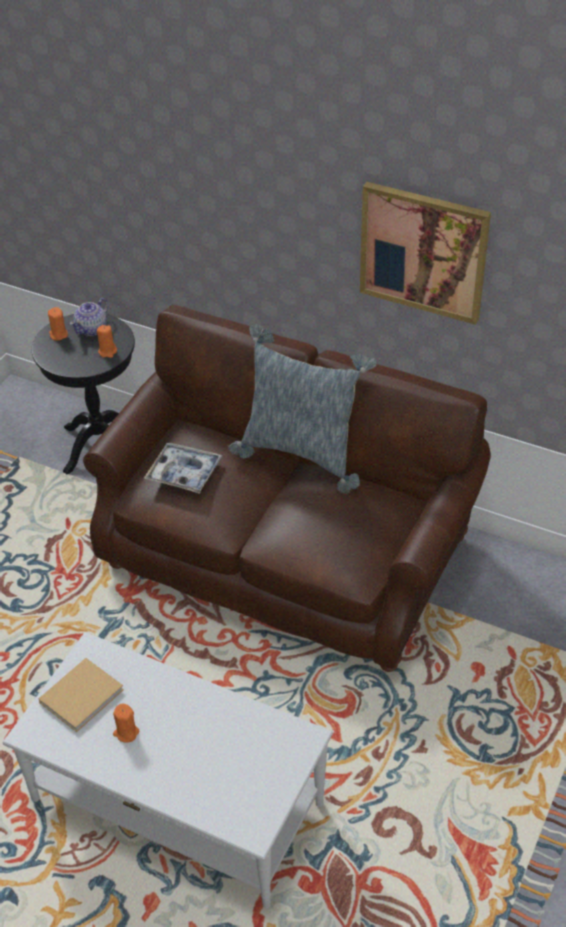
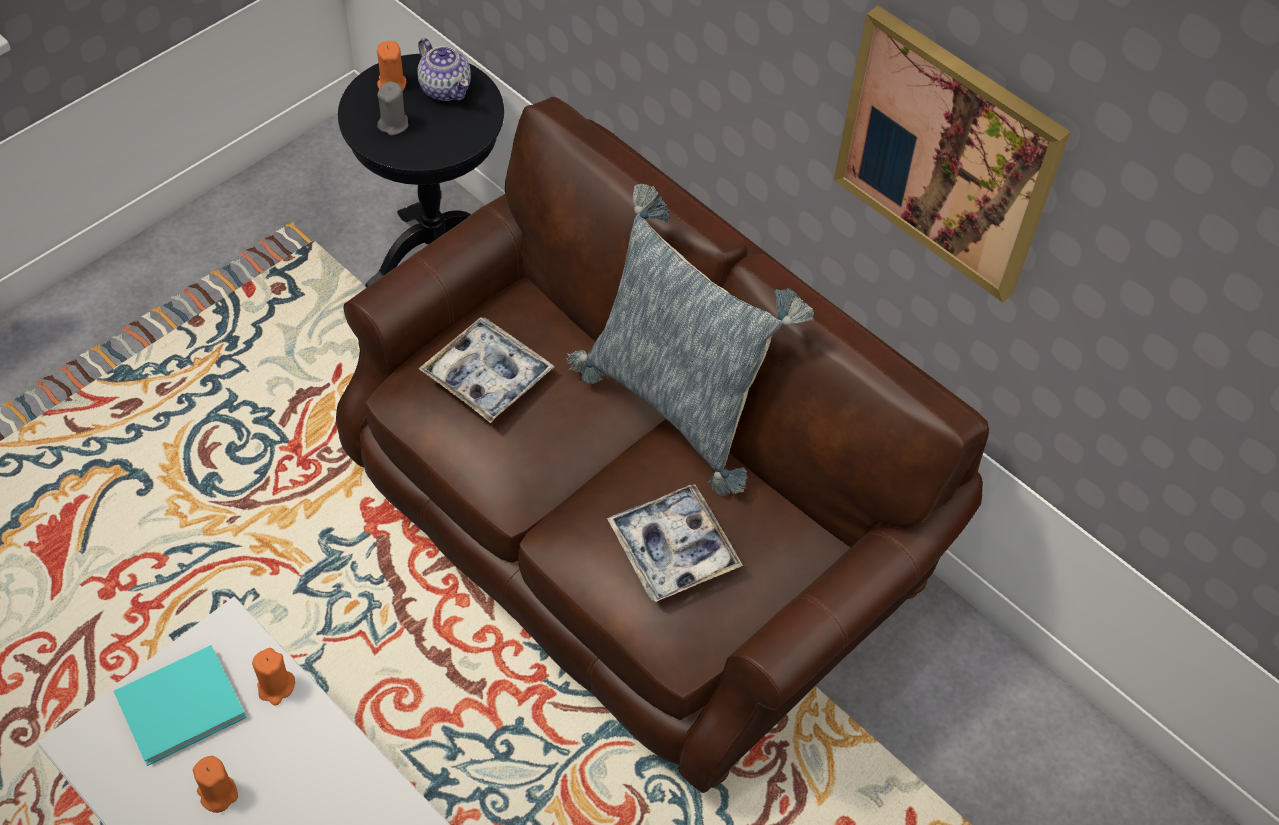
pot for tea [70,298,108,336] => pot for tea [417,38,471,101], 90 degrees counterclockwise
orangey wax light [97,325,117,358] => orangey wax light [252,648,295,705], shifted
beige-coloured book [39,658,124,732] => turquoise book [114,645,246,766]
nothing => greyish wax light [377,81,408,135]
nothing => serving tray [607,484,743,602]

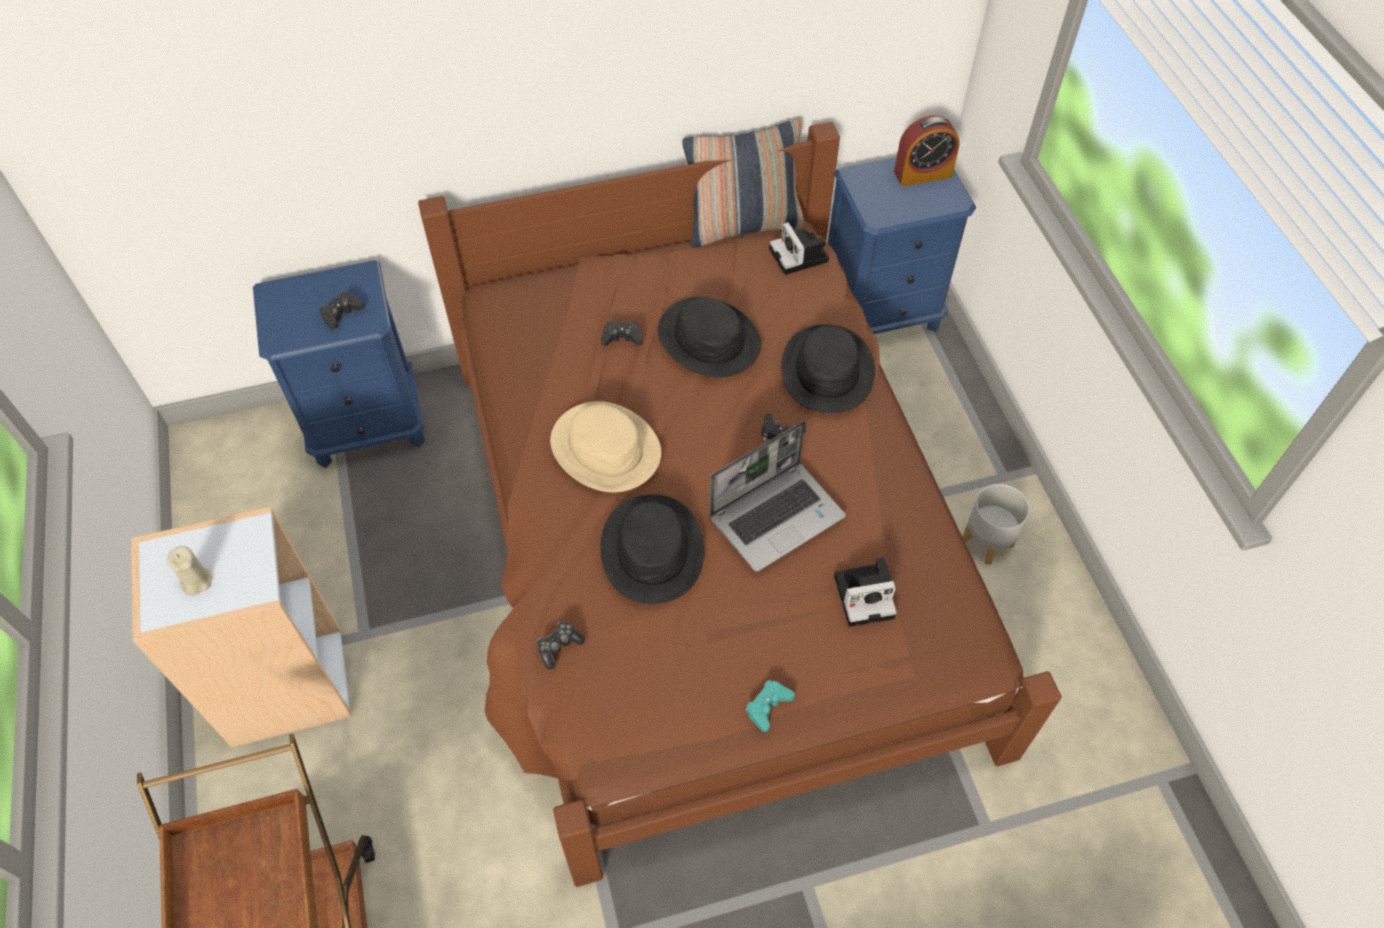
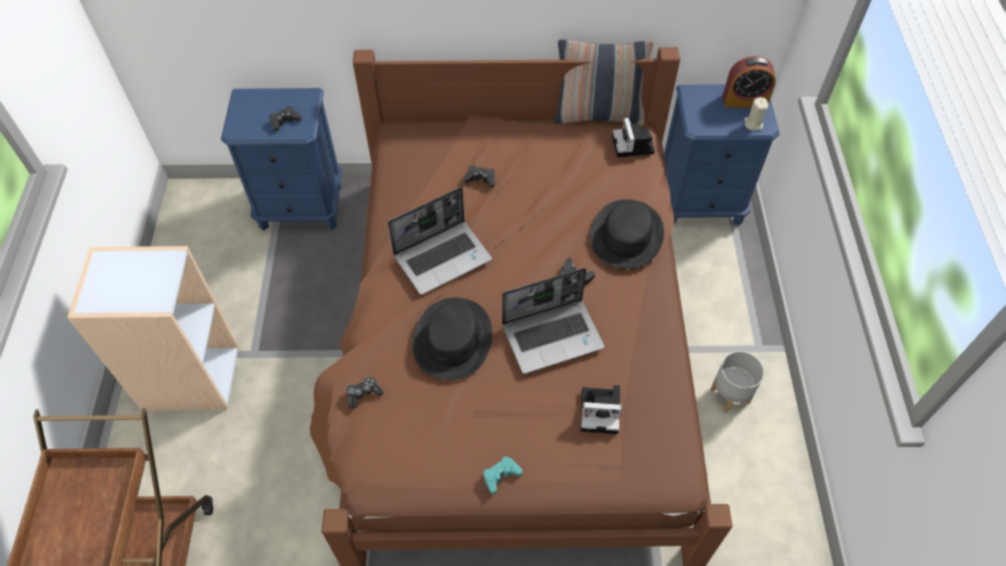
blackish clothing hat [658,297,761,378] => nothing
beige-coloured clothing hat [550,401,661,492] => notebook computer [388,187,492,295]
beige-coloured wax light [167,546,212,595] => beige-coloured wax light [744,97,768,131], shifted

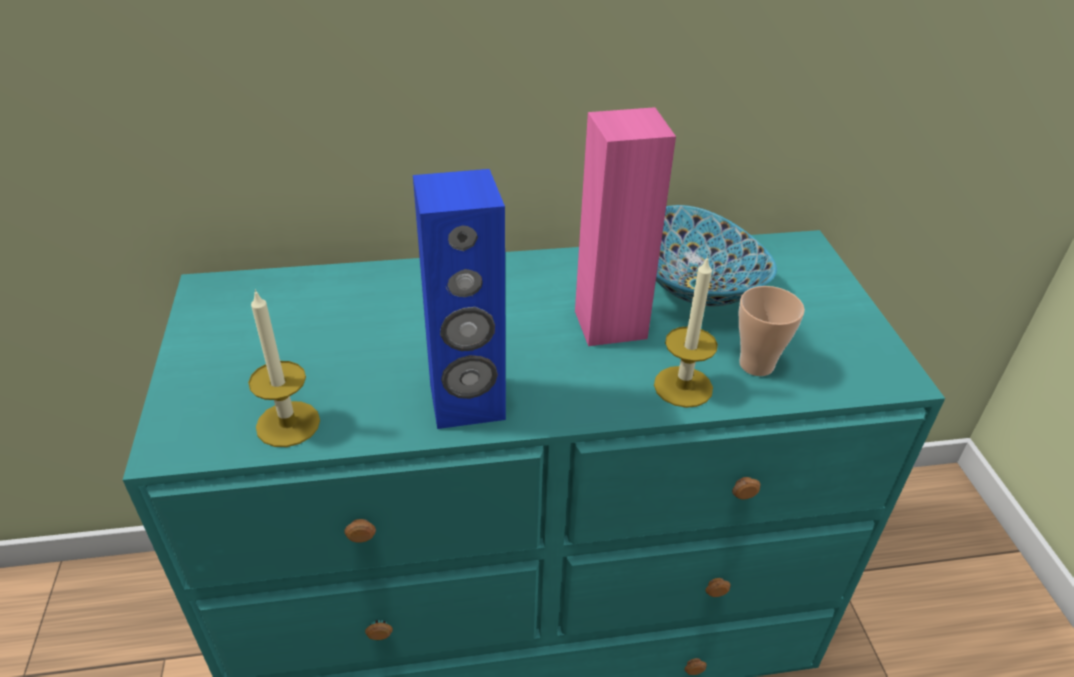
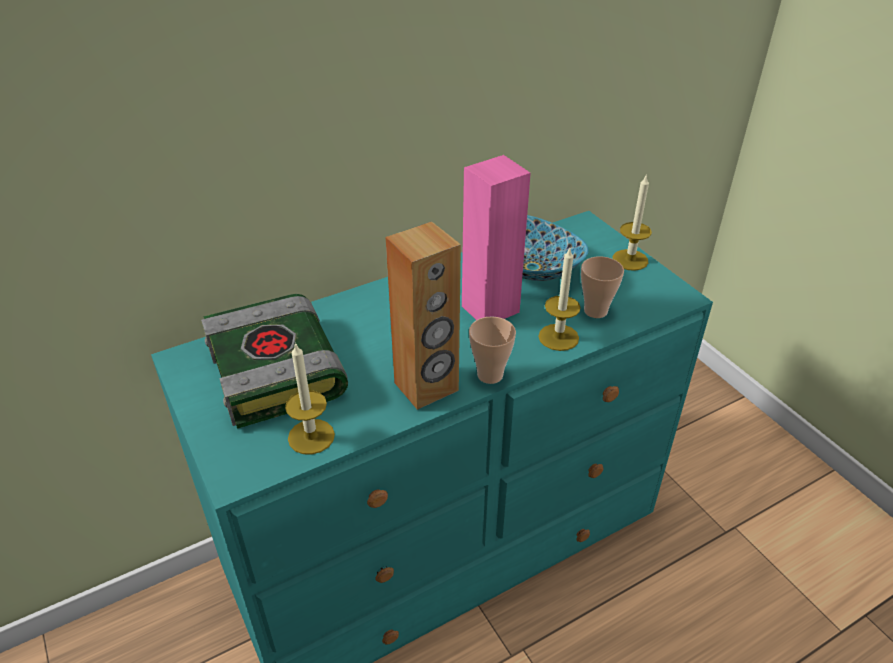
bluish speaker [413,169,506,429] => brown speaker [386,221,461,410]
nothing => wax light [612,174,652,271]
nothing => book [201,294,348,429]
nothing => cup [469,316,516,384]

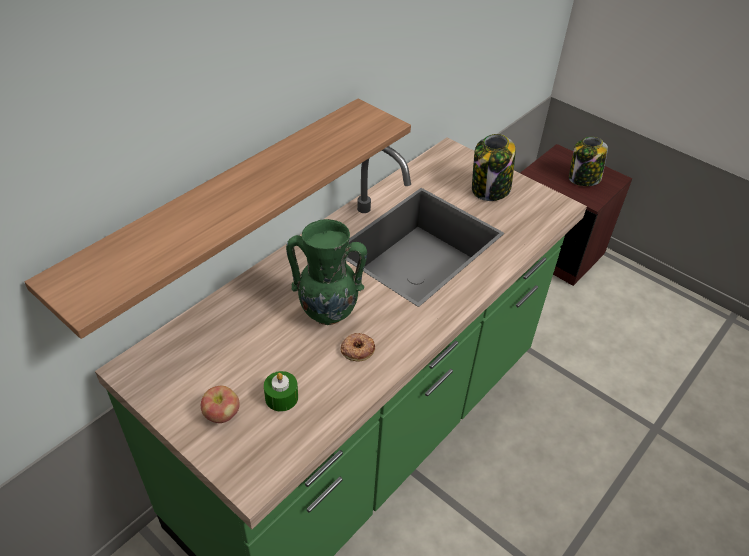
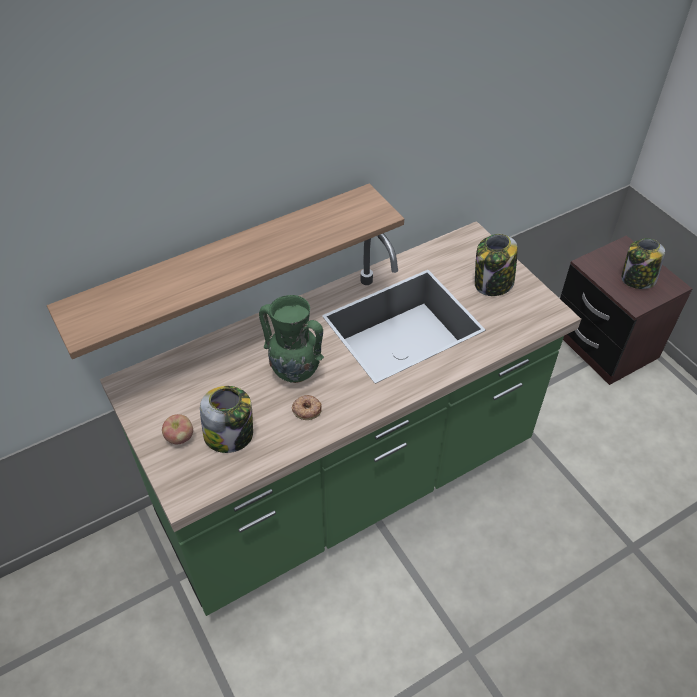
green-coloured wax light [264,371,298,412] => preserve jar [200,386,253,453]

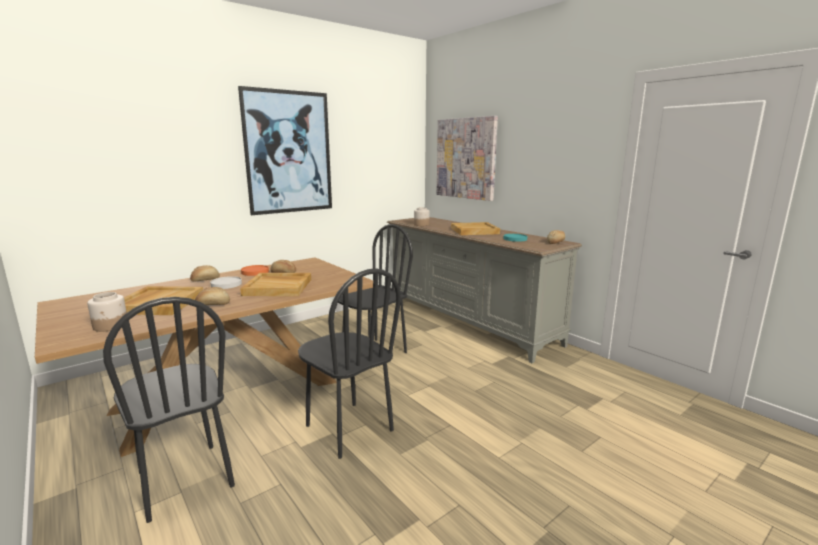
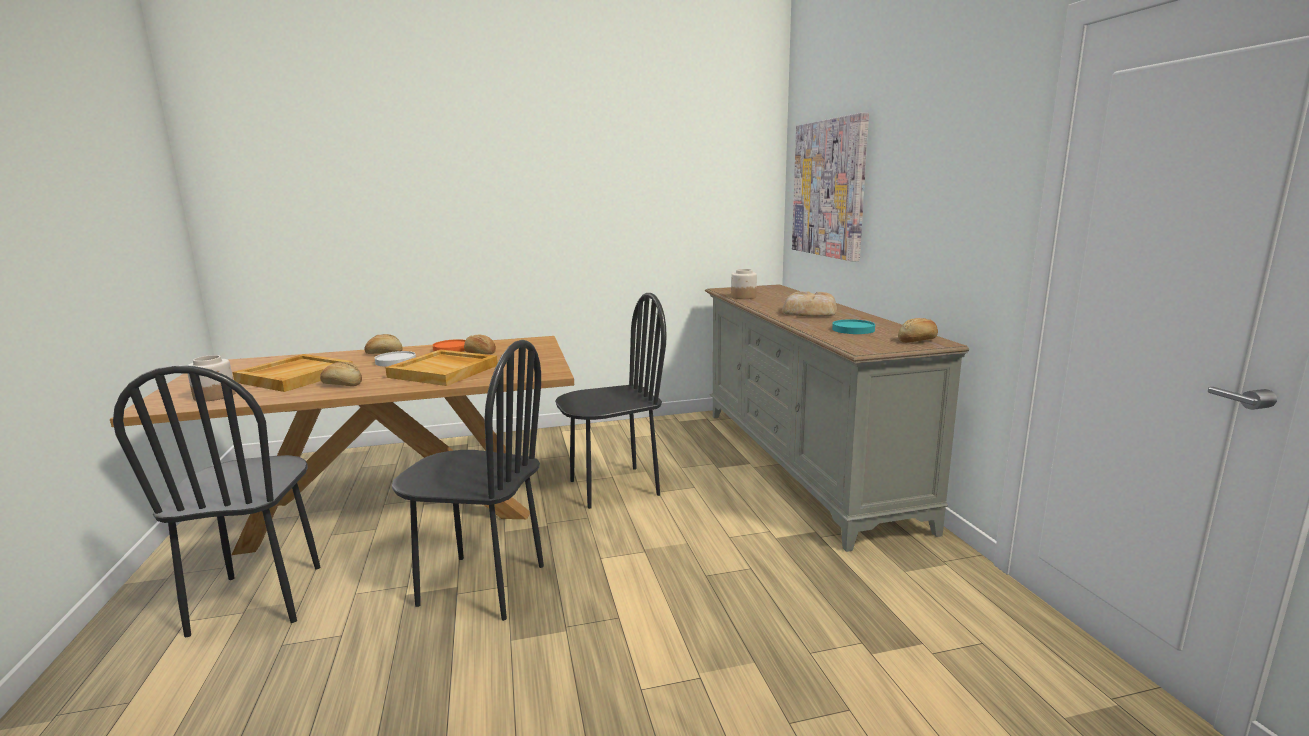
wall picture [238,86,332,215] => nothing
beige-coloured serving tray [451,222,500,235] => bread [782,291,837,317]
blackish upright chair [298,269,401,459] => blackish upright chair [392,340,544,621], 60 degrees counterclockwise

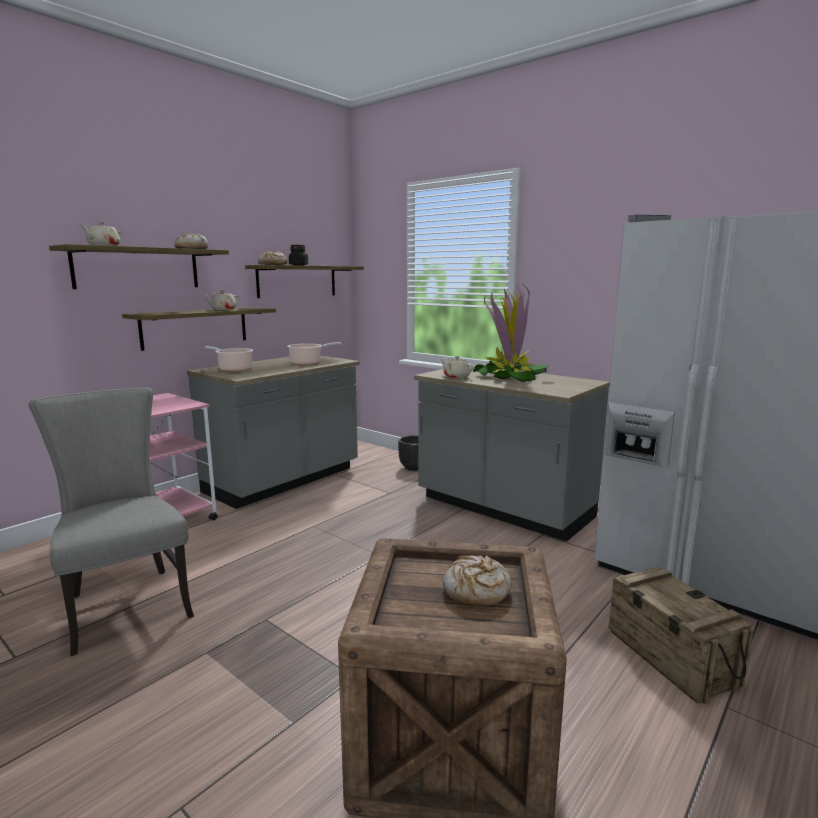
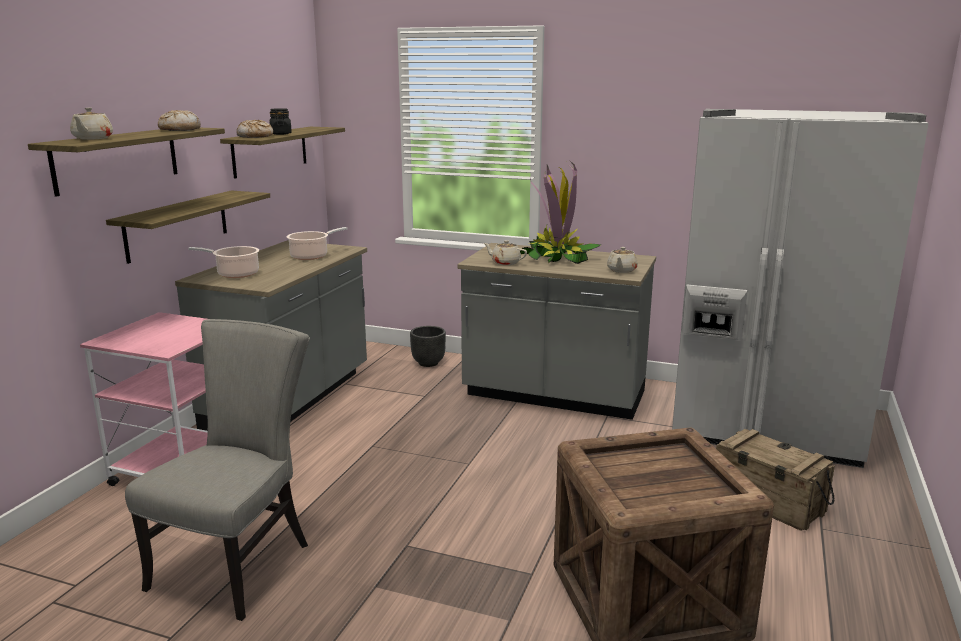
beige-coloured pot for tea [204,290,240,310] => beige-coloured pot for tea [607,247,638,273], shifted
greyish upright chair [28,388,194,656] => greyish upright chair [125,319,310,621], 75 degrees clockwise
bread [443,555,511,606] => nothing

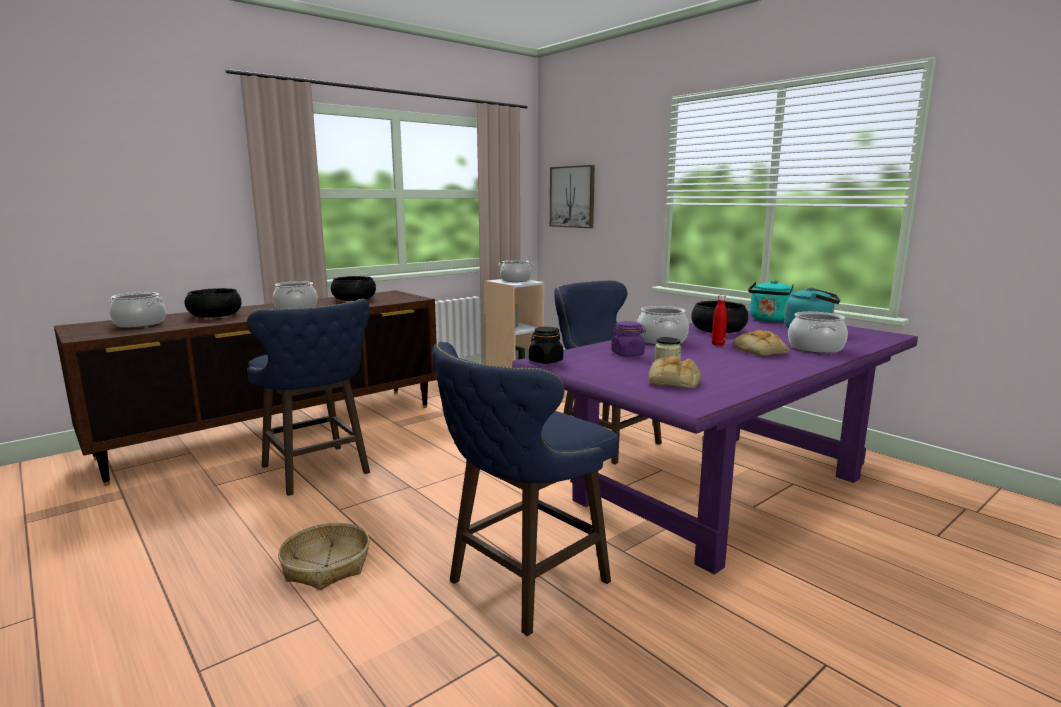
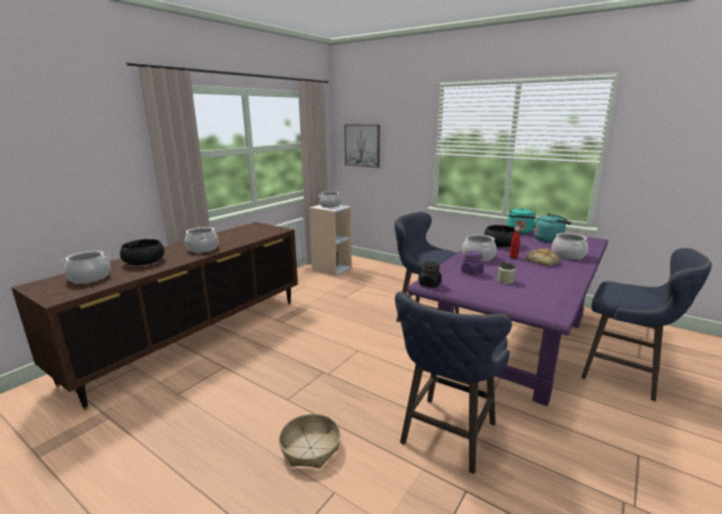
blackish serving bowl [331,276,376,301] => nothing
bluish stool [247,299,370,496] => bluish stool [581,248,712,402], shifted
bread [648,356,701,388] => nothing

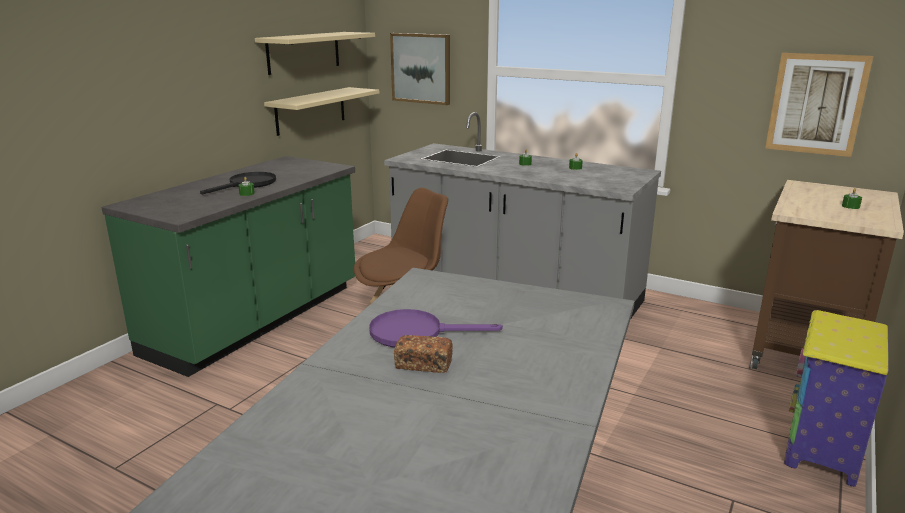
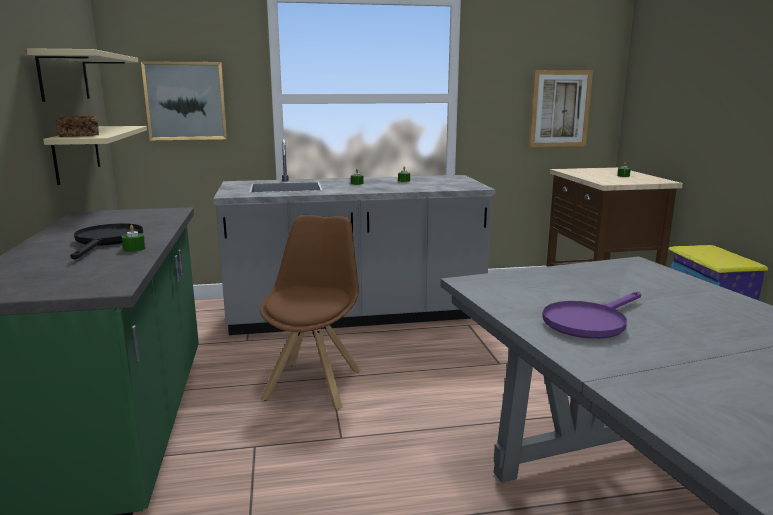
bread [394,335,453,373] => bread [56,116,99,137], shifted

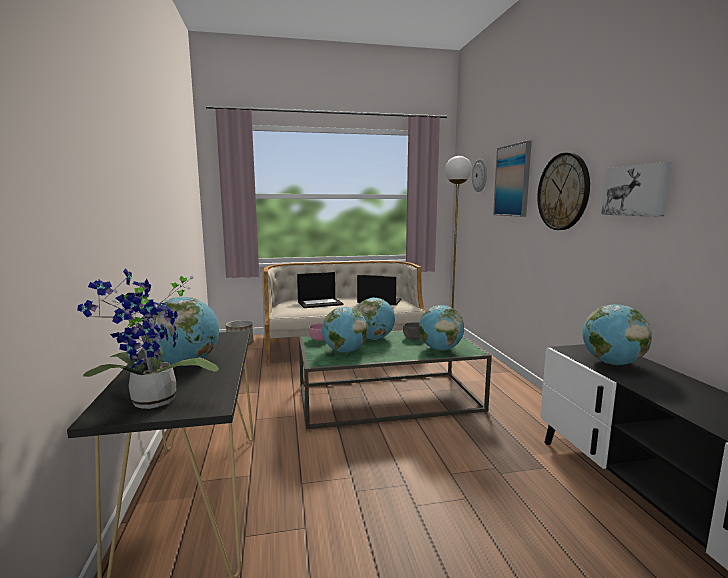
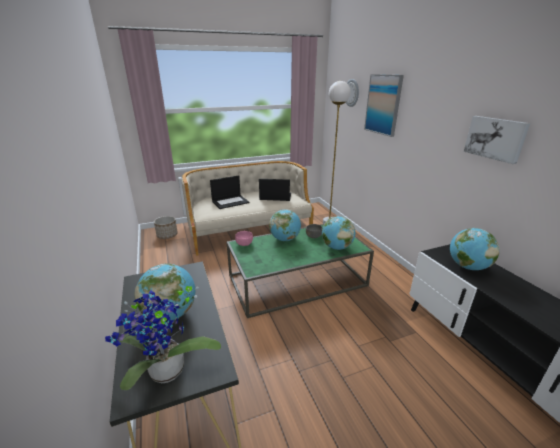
clock on the wall [537,152,590,230] => nothing
desk globe [322,307,368,353] => nothing

